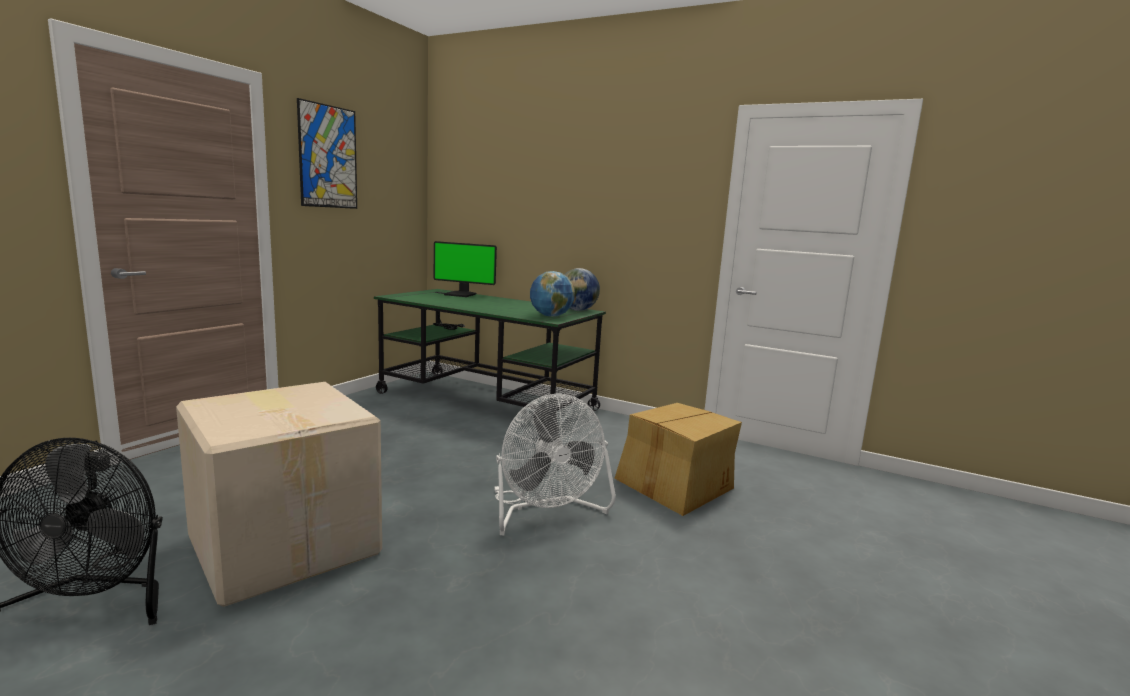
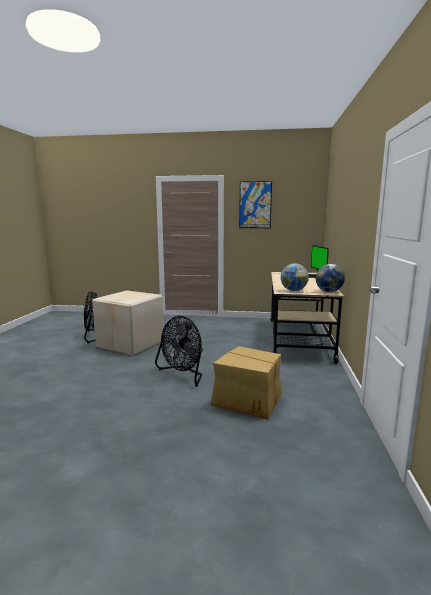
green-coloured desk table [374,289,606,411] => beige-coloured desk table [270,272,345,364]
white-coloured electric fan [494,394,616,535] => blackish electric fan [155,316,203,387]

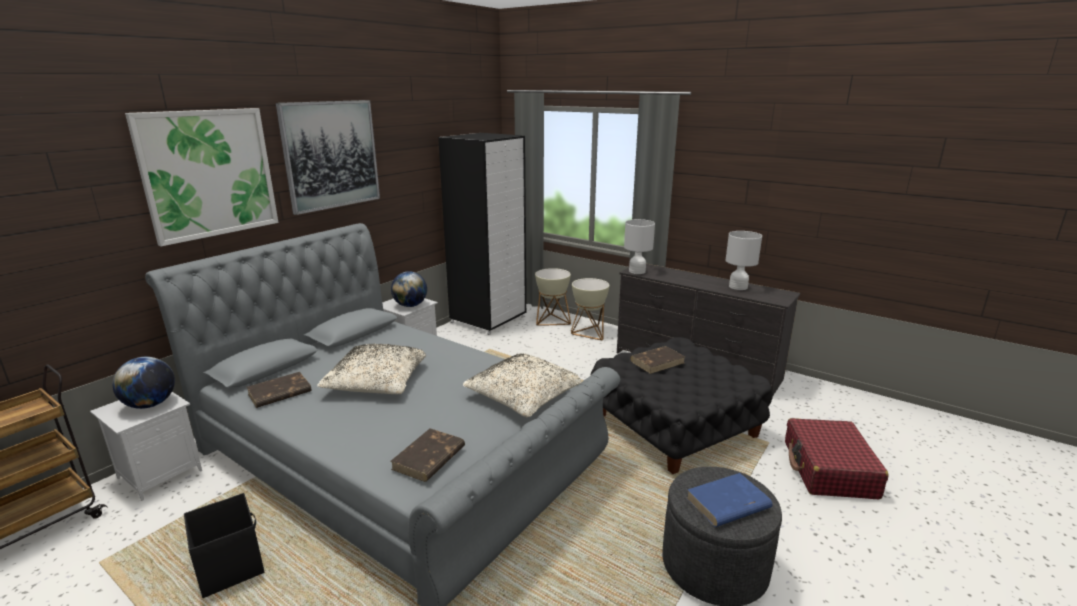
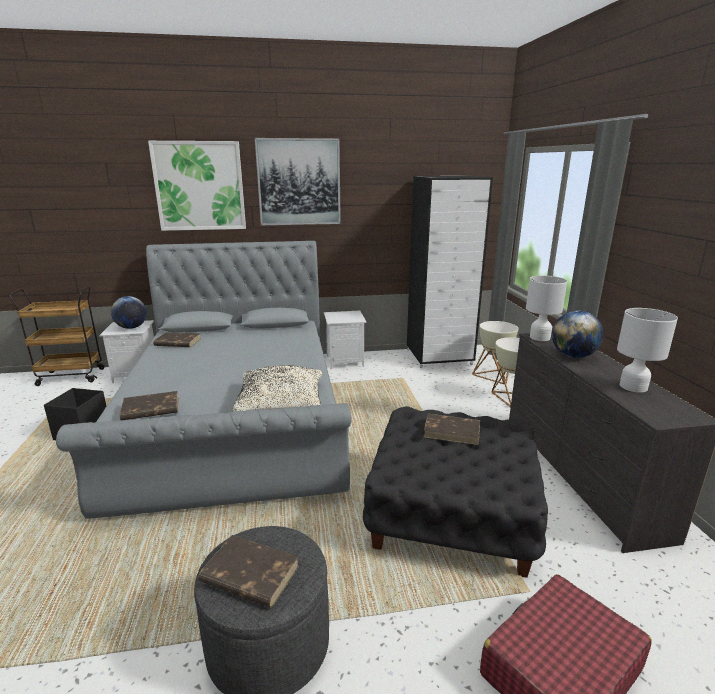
desk globe [391,271,427,307] => desk globe [552,311,604,358], shifted
beige-coloured throw pillow [317,343,426,394] => nothing
bluish book [686,473,772,527] => brown book [198,535,299,608]

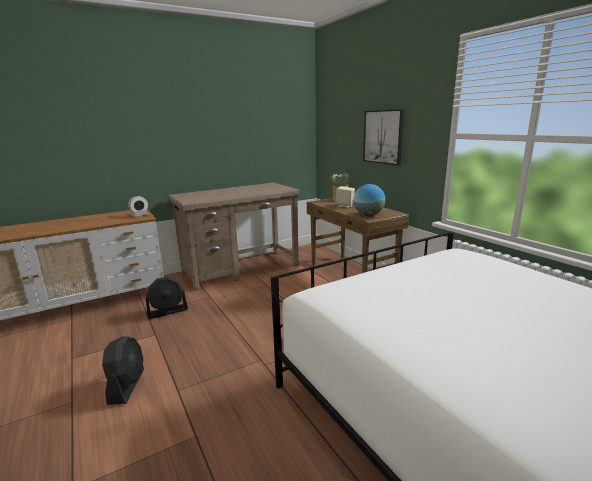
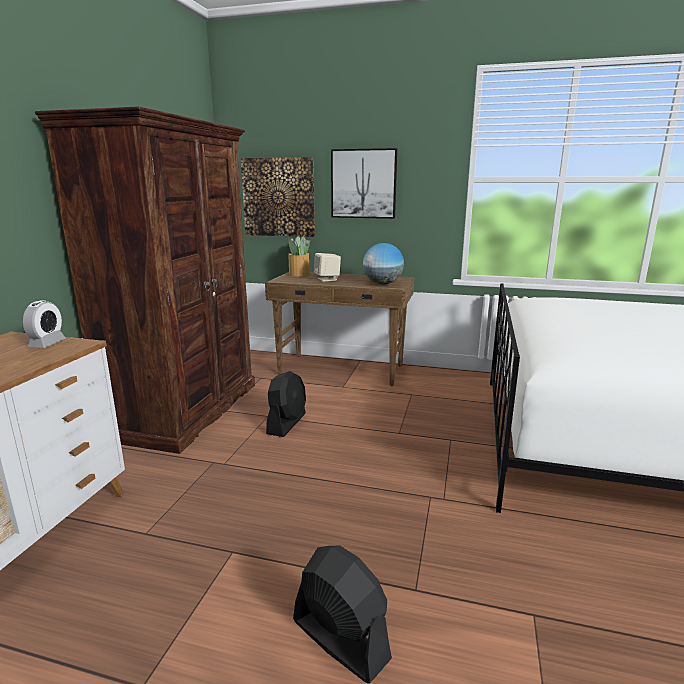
brown desk table [168,183,300,291] => brown wardrobe [35,107,255,454]
blackish electric fan [146,276,188,319] => blackish electric fan [266,371,306,437], shifted
nothing => wall picture [241,157,315,237]

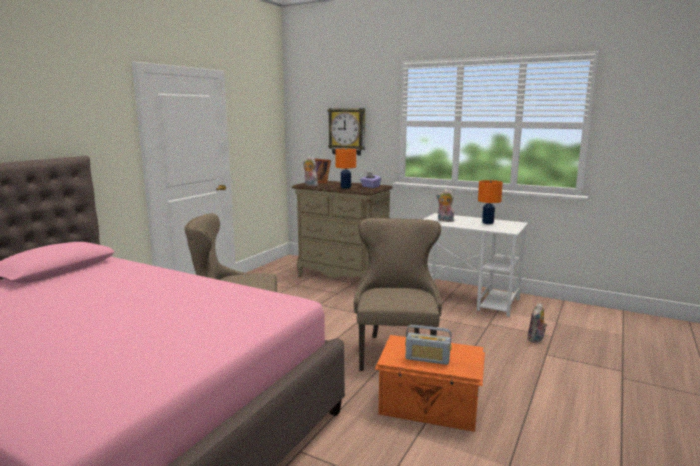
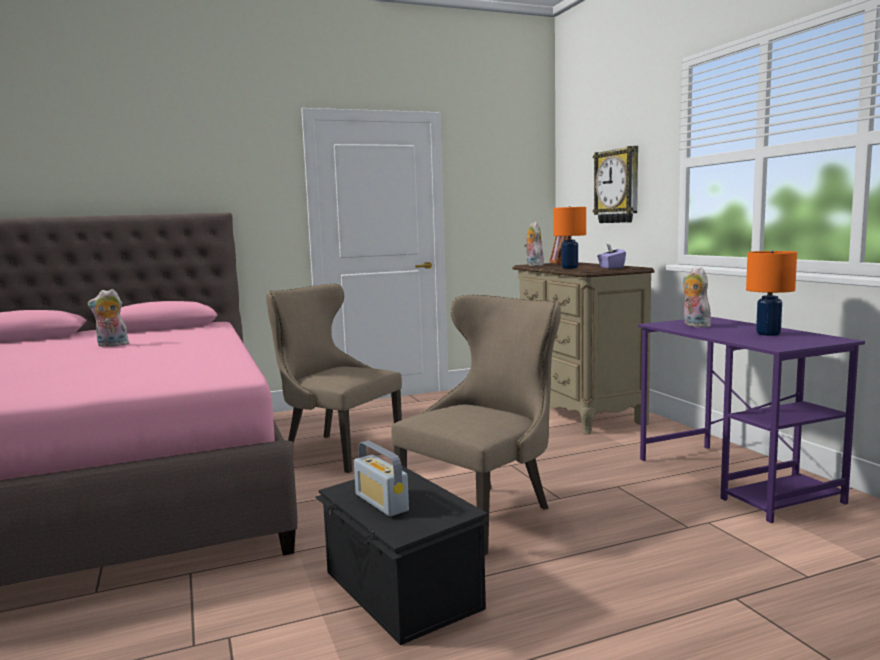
white-coloured desk table [424,213,528,317] => purple desk table [638,317,865,523]
soft toy [527,303,547,343] => soft toy [88,289,129,347], shifted
orangey storage box [375,335,485,432] => blackish storage box [315,466,488,645]

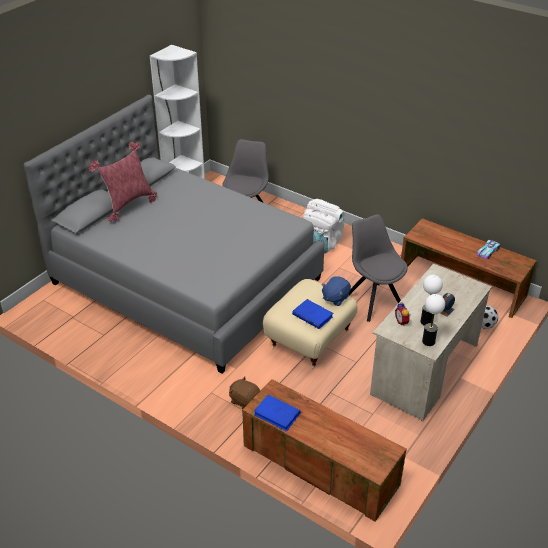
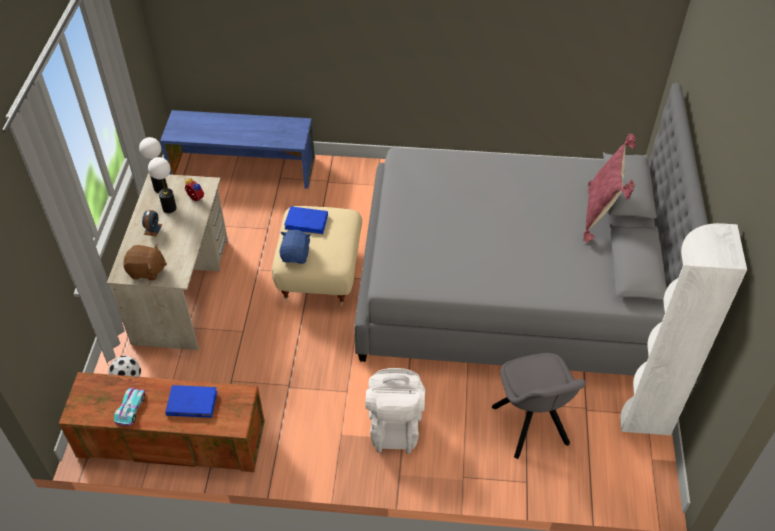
greyish upright chair [349,214,408,322] => nothing
brown soft toy [229,377,260,409] => brown soft toy [123,244,167,281], shifted
brown bench [242,379,407,522] => bluish bench [160,110,315,189]
bluish book [254,394,301,432] => bluish book [165,385,217,418], shifted

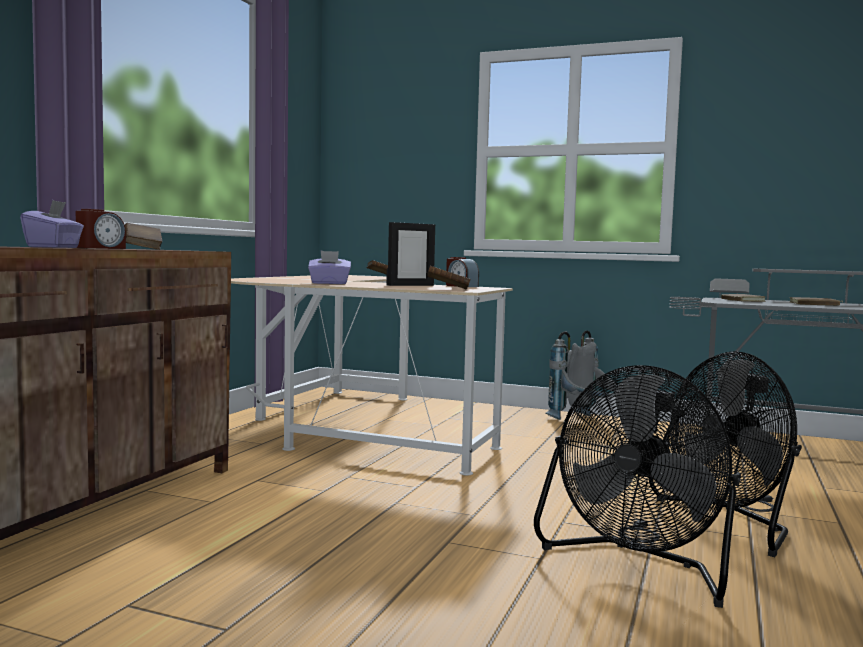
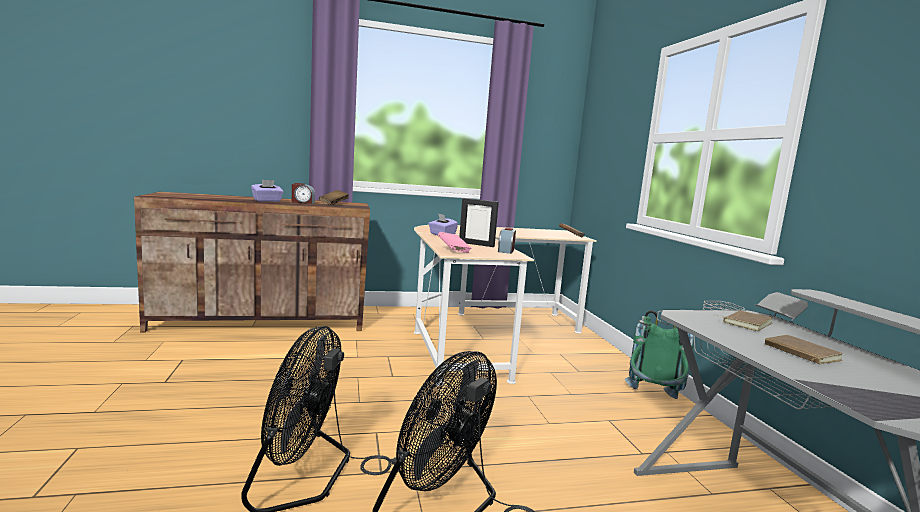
brown book [427,266,471,289] => pink-coloured book [438,232,471,253]
greyish backpack [546,331,617,420] => green-coloured backpack [625,310,694,399]

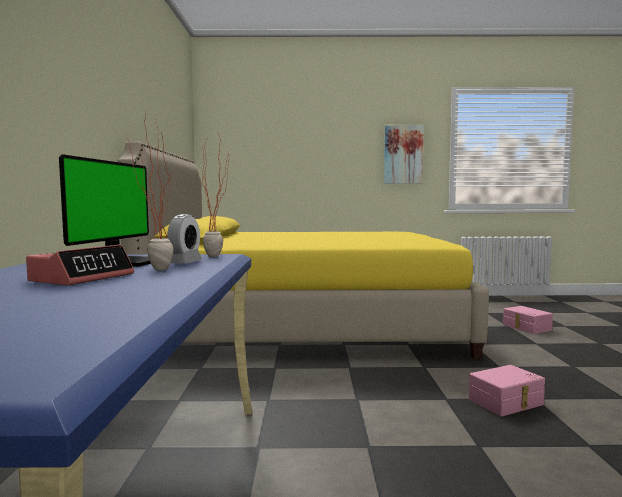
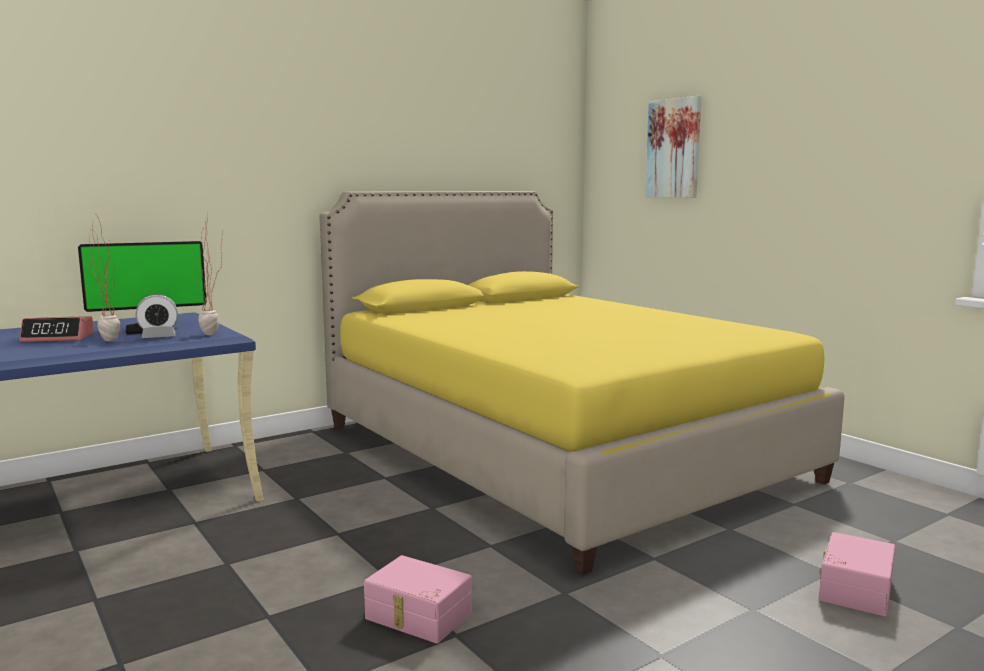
wall picture [384,125,424,184] => wall picture [645,96,701,198], shifted

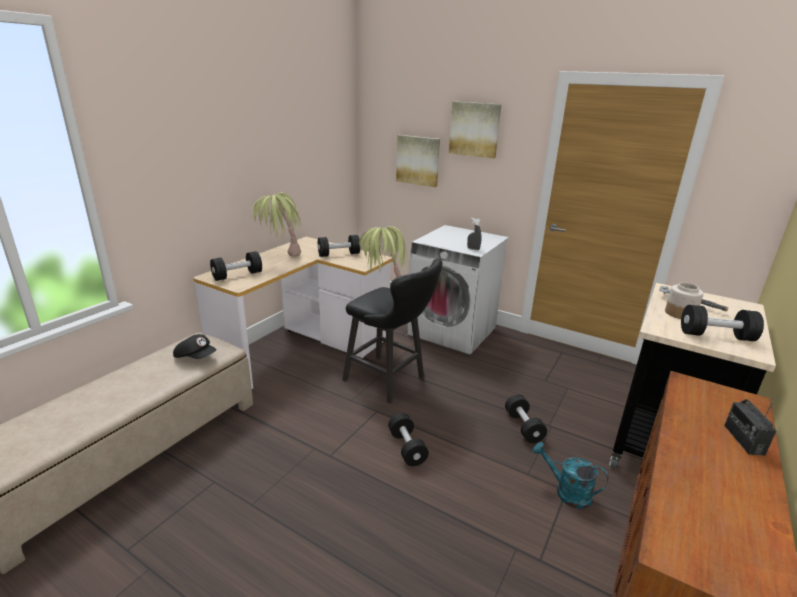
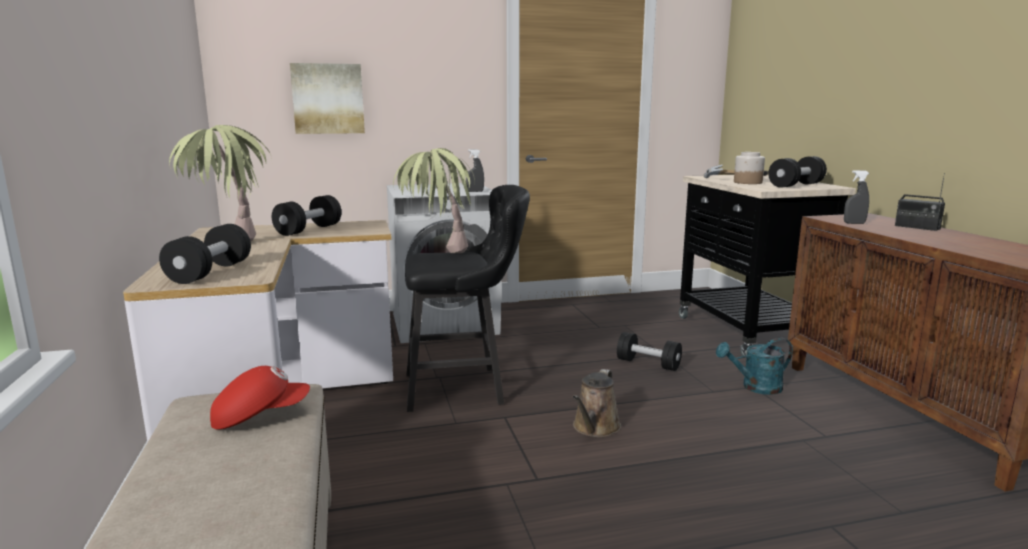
wall picture [449,102,502,158] => nothing
blackish peaked cap [173,334,217,359] => red-coloured peaked cap [210,366,310,429]
blackish dumbbell [388,413,429,466] => brown sprinkling can [573,369,621,437]
nothing => greyish spray bottle [844,170,869,224]

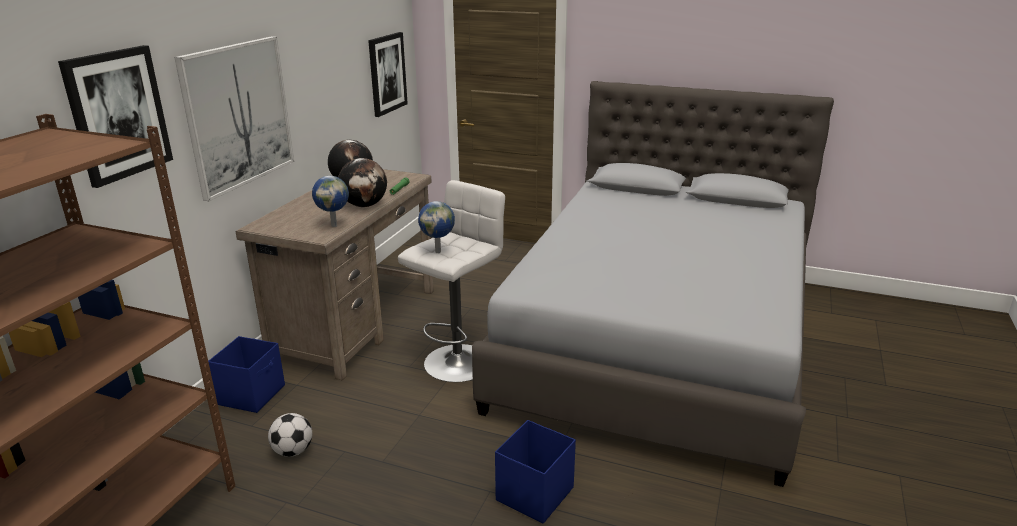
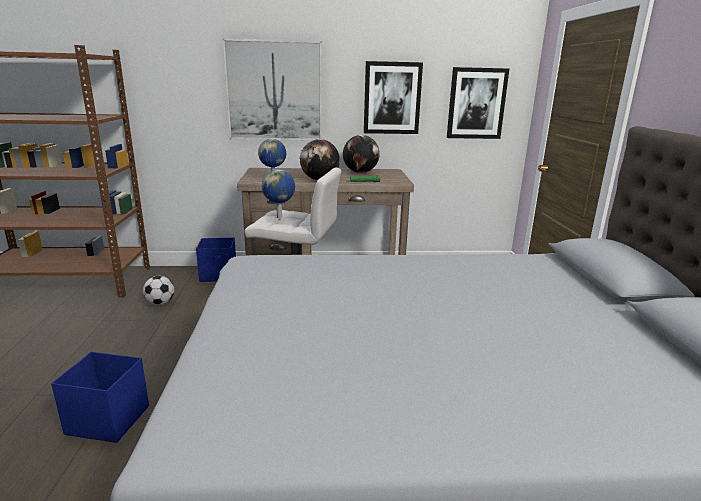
wall picture [58,45,173,188] => wall picture [364,61,423,134], shifted

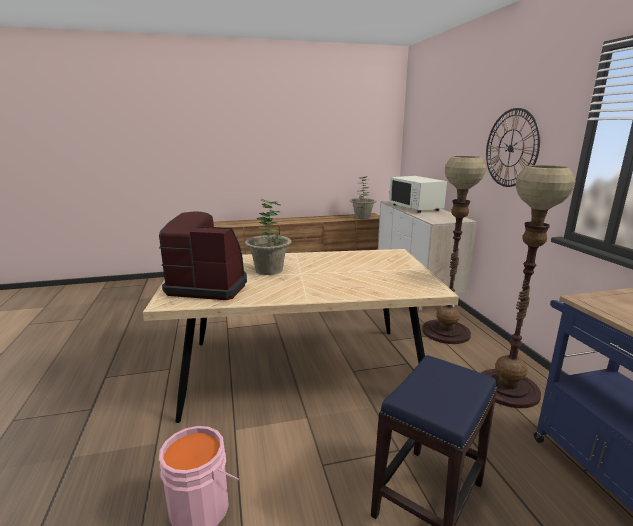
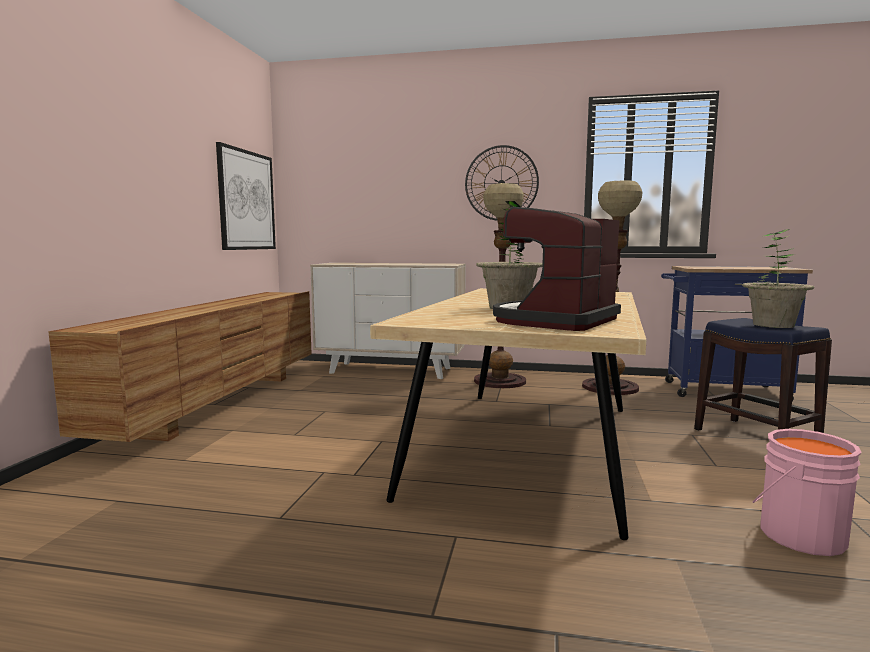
white-coloured microwave [389,176,447,213] => nothing
houseplant [350,177,377,219] => houseplant [742,229,814,328], shifted
nothing => wall picture [216,142,276,250]

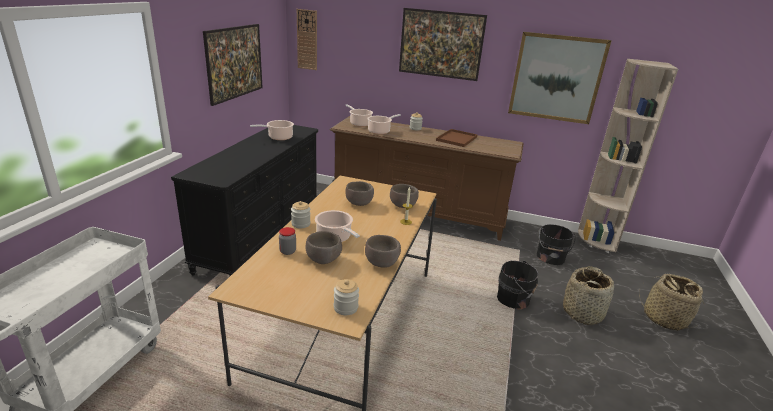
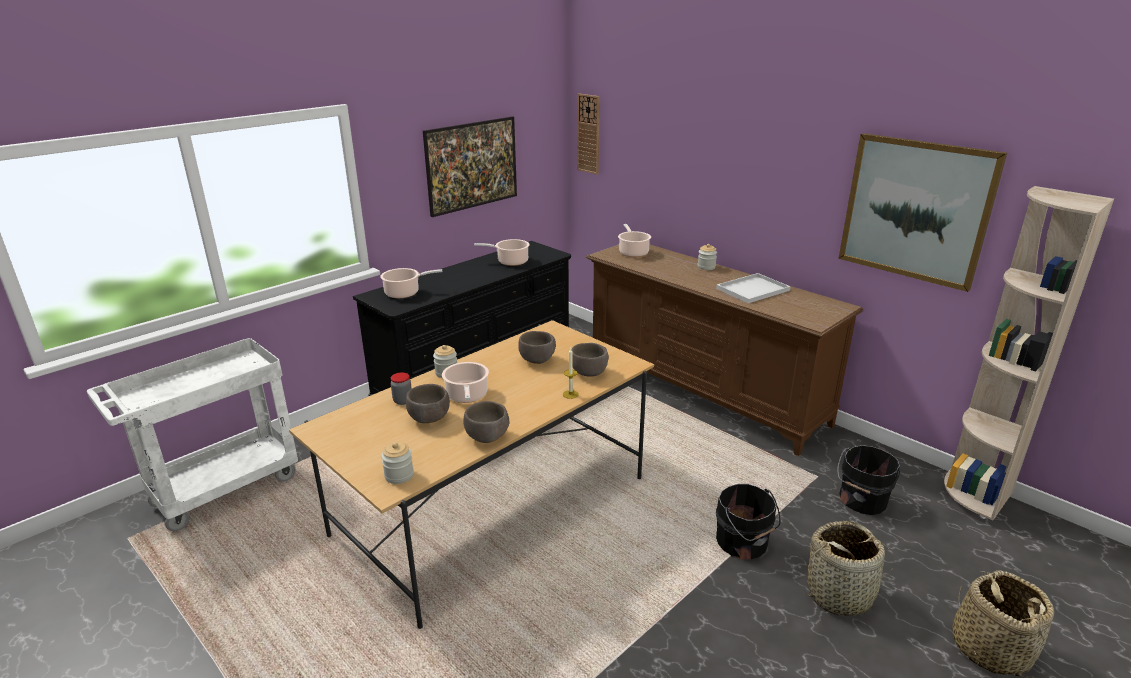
wall picture [399,8,487,81] => nothing
stockpot [367,114,401,134] => stockpot [380,268,443,298], shifted
brown serving tray [436,129,477,147] => white-coloured serving tray [716,273,791,303]

